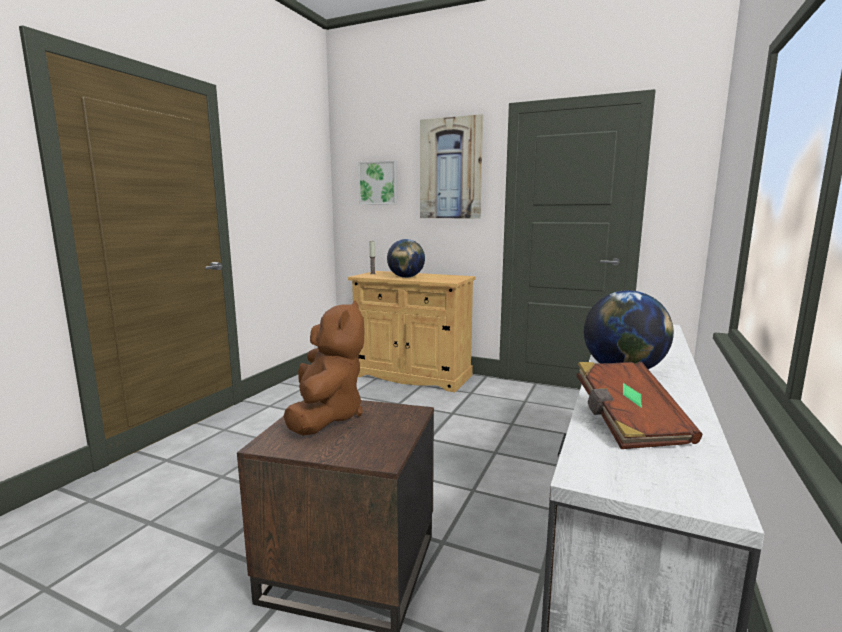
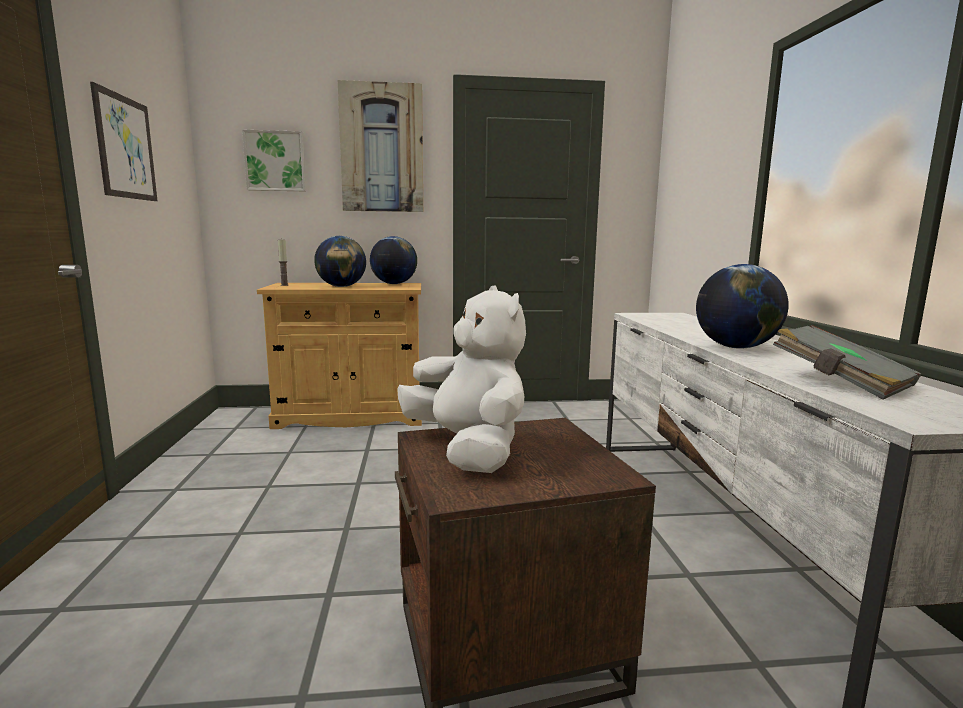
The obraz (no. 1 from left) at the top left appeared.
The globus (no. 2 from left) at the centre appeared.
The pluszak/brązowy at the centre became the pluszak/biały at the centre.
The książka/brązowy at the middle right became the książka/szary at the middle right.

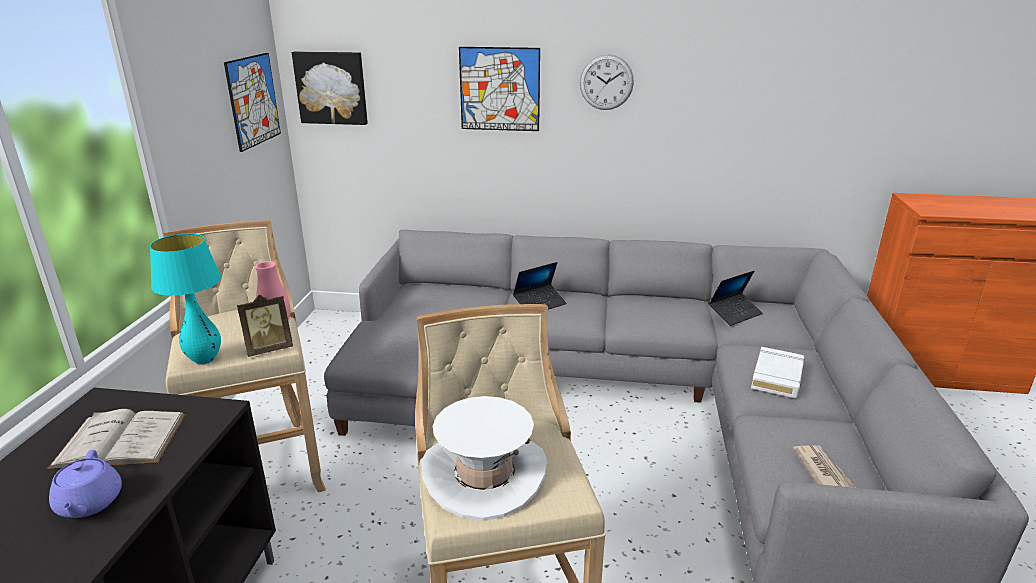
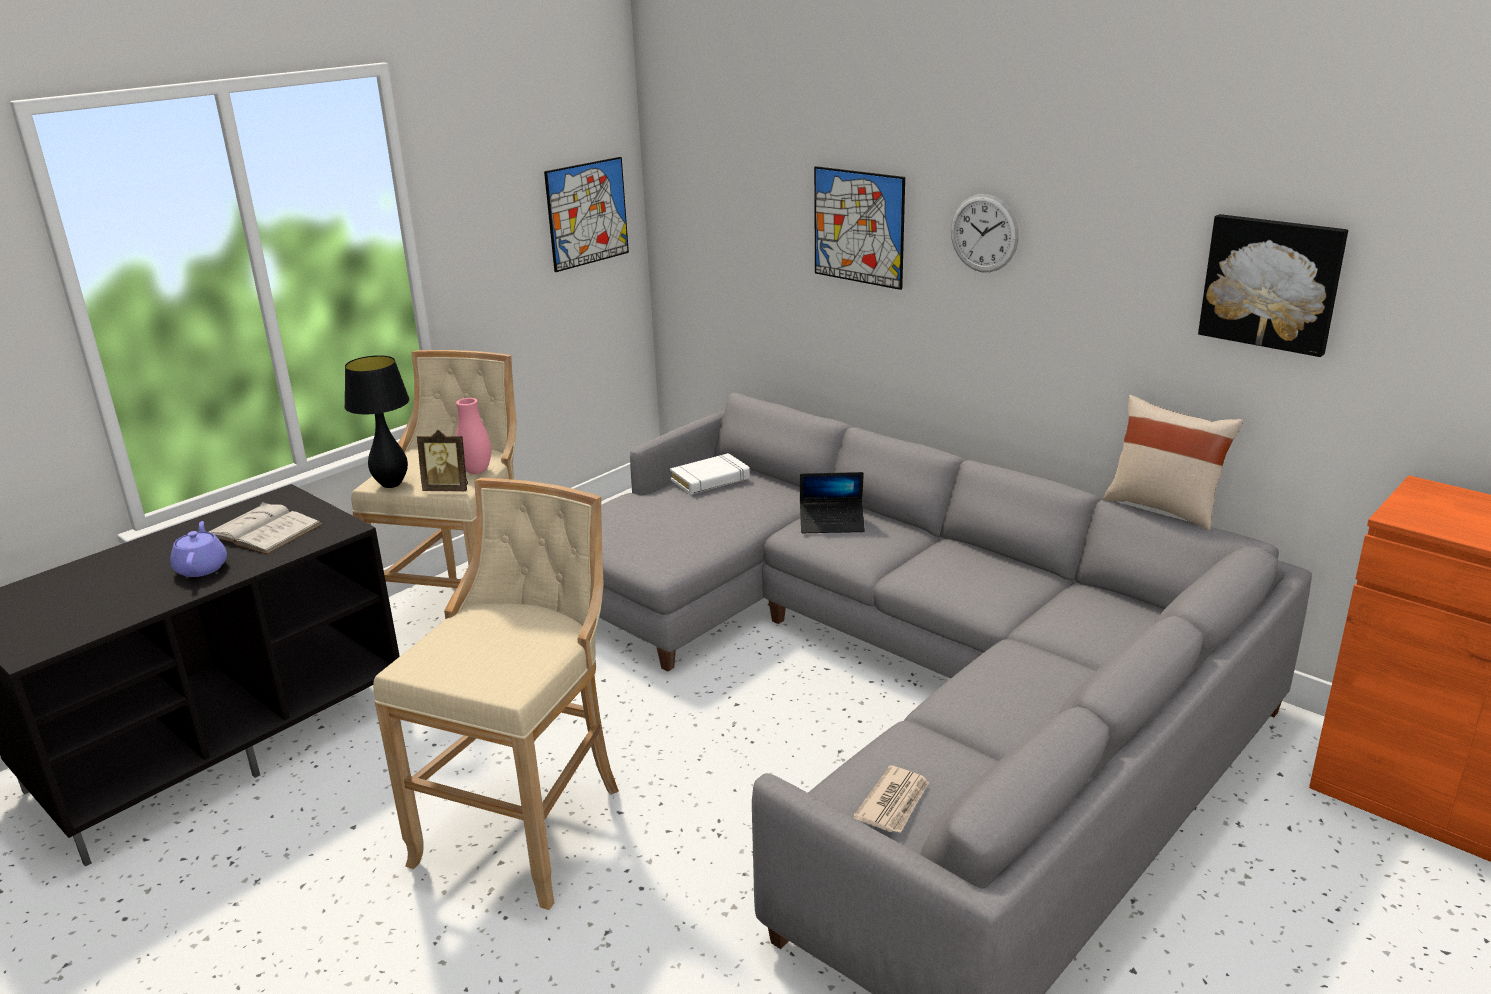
The imbryk/fioletowy at the bottom left turned 150 degrees clockwise.
The lampa stołowa/turkusowy at the middle left became the lampa stołowa/czarny at the middle left.
The książka/biały (no. 2 from left) moved from the middle right to the centre.
The poduszka/beżowy at the middle right appeared.
The obraz (no. 2 from left in the first image) moved from the top left to the top right.
The kapelusz/biały at the bottom centre disappeared.
The laptop (no. 2 from left) at the middle right disappeared.

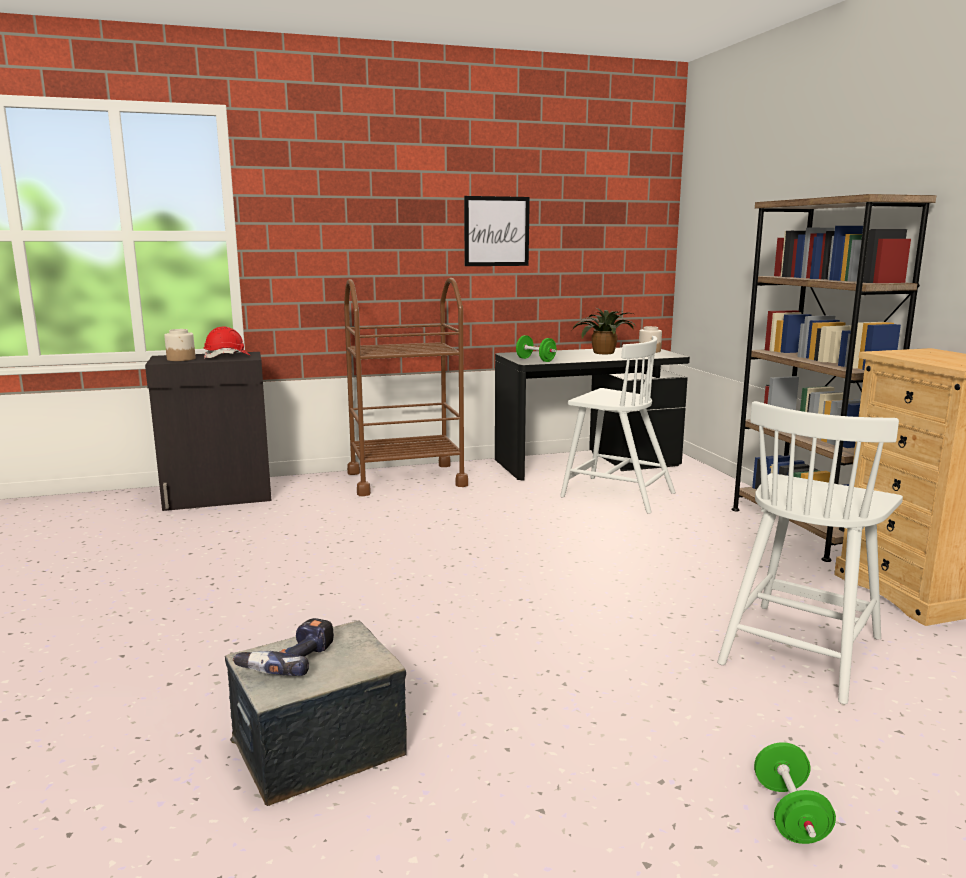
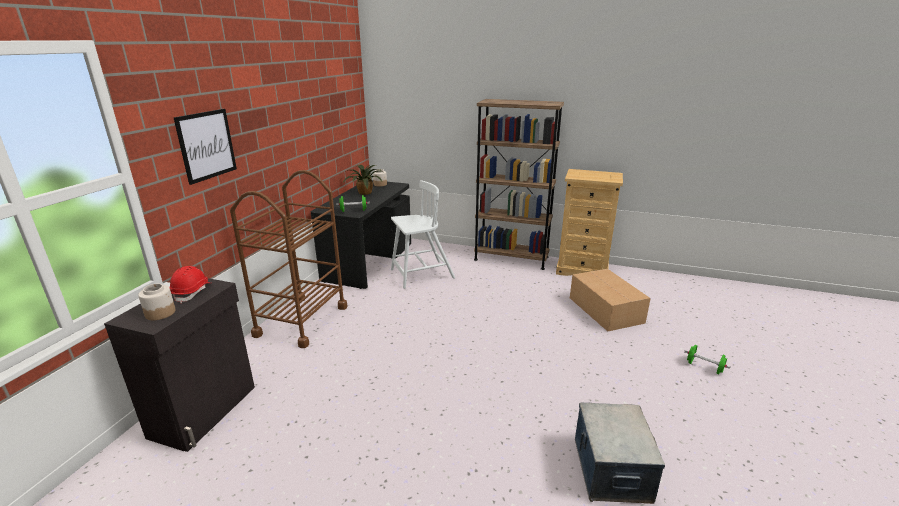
The obraz moved from the top centre to the top left.
The krzesło/biały (no. 2 from left) at the middle right was replaced by the karton at the middle right.
The wiertarka at the bottom left disappeared.

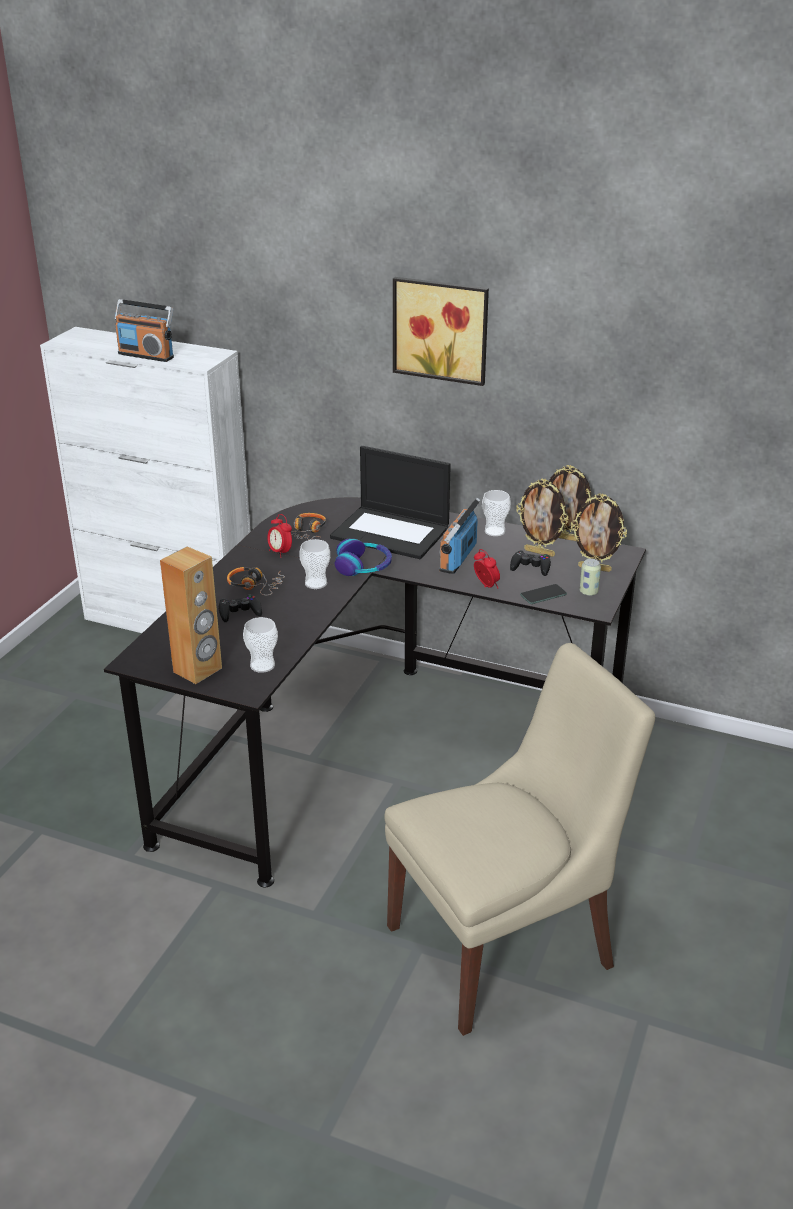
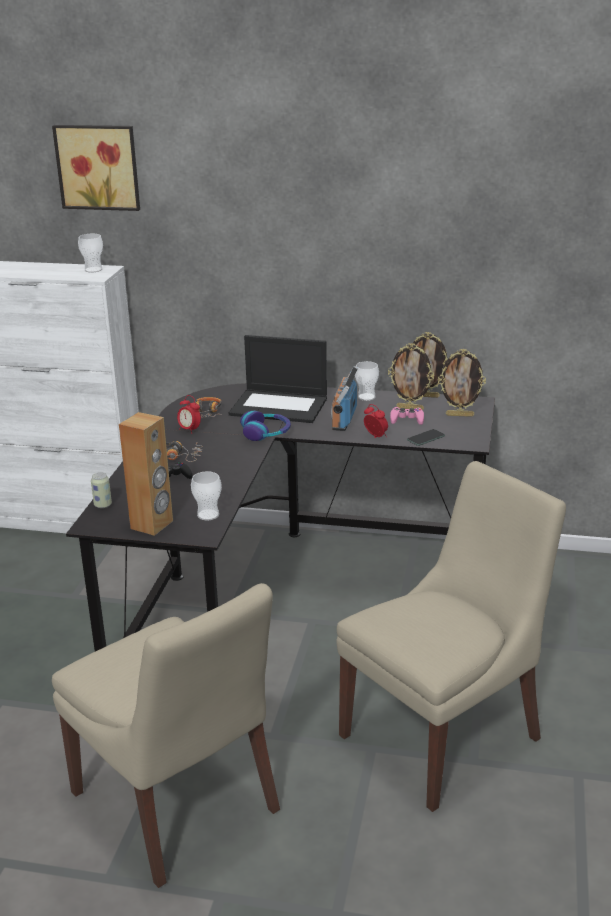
The obraz moved from the top centre to the top left.
The krzesło/beżowy (no. 1 from left) at the bottom left appeared.
The filiżanka (no. 2 from left in the first image) moved from the centre to the top left.
The puszka moved from the middle right to the middle left.
The pad do gier/czarny (no. 2 from left) at the middle right became the pad do gier/różowy at the centre.
The radio (no. 1 from left) at the top left disappeared.

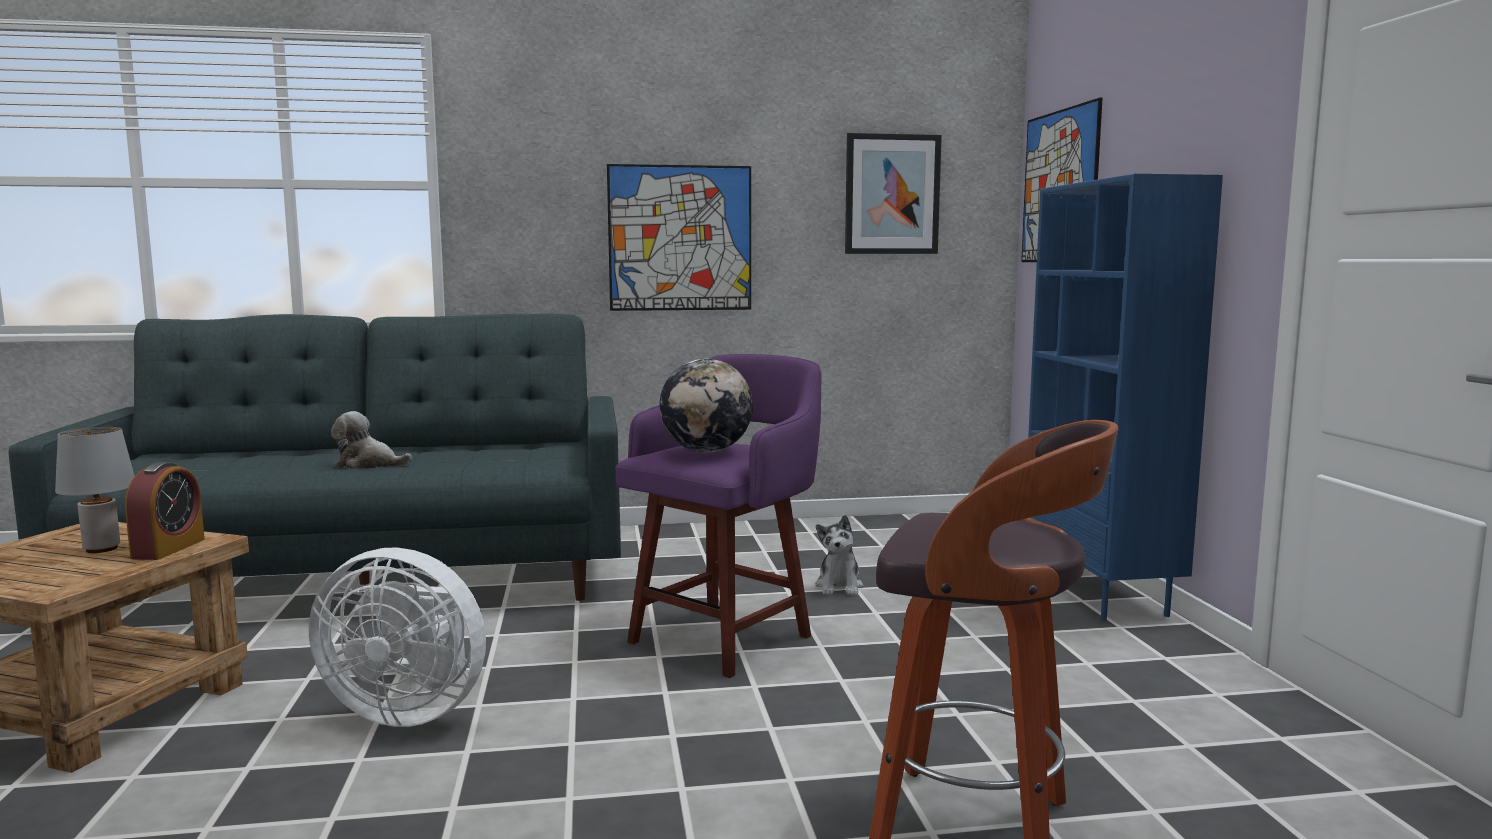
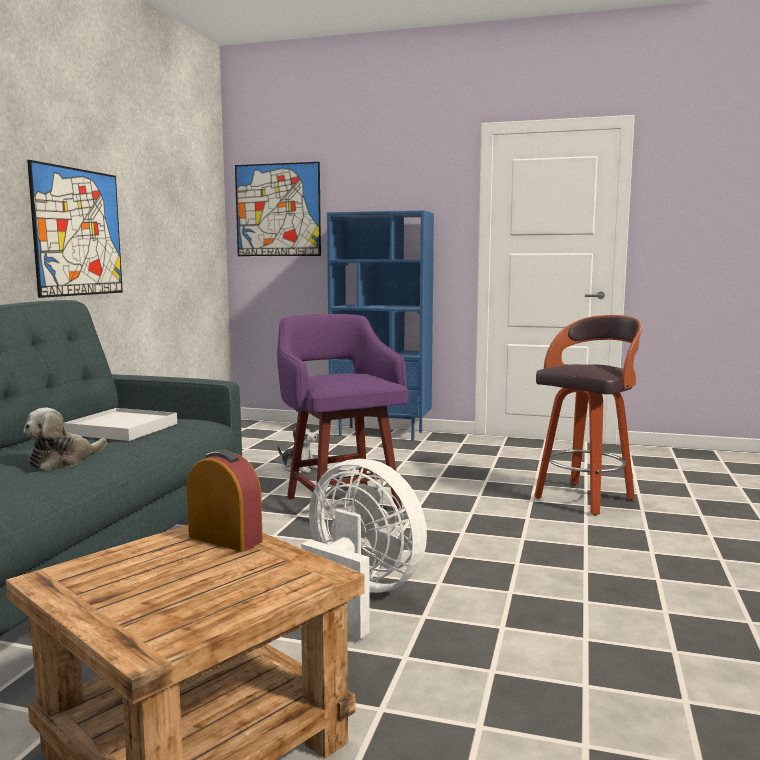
The taca/biały at the middle left appeared.
The wentylator/biały at the bottom left turned 90 degrees counterclockwise.
The lampa stołowa/szary at the middle left disappeared.
The globus at the centre disappeared.
The obraz (no. 2 from left) at the top centre disappeared.

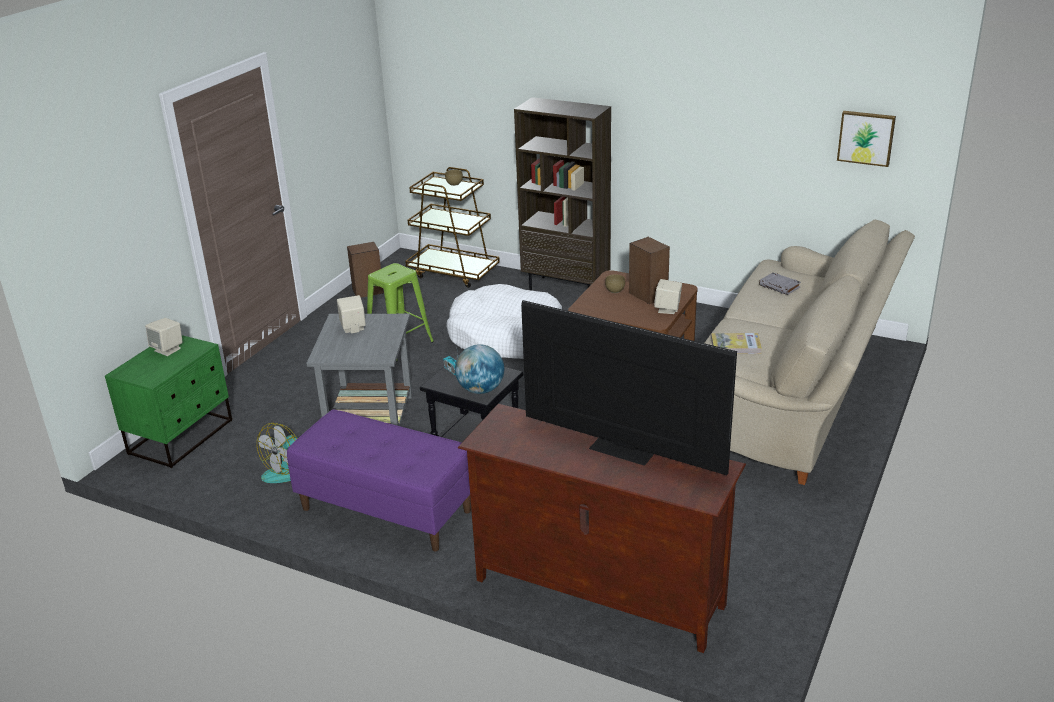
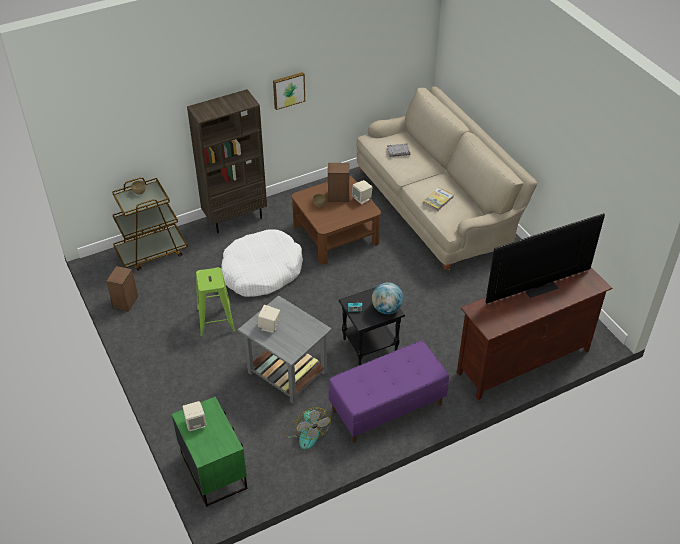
The obraz moved from the top right to the top centre.

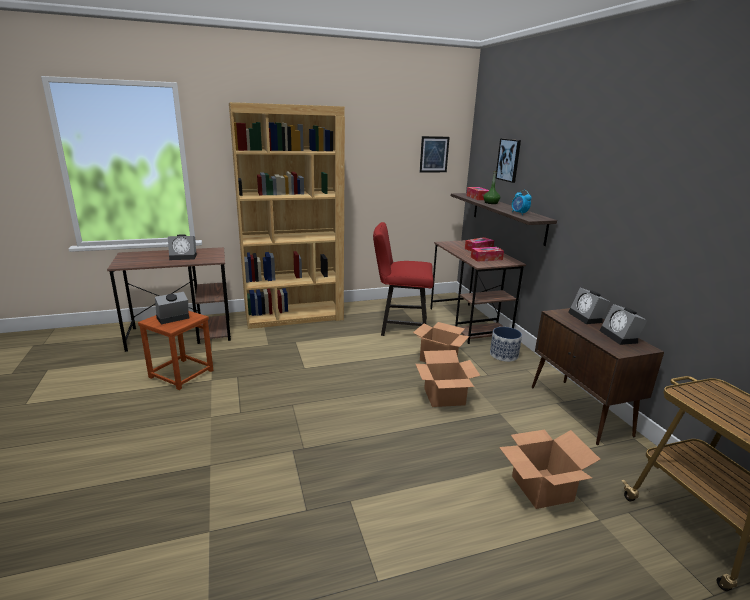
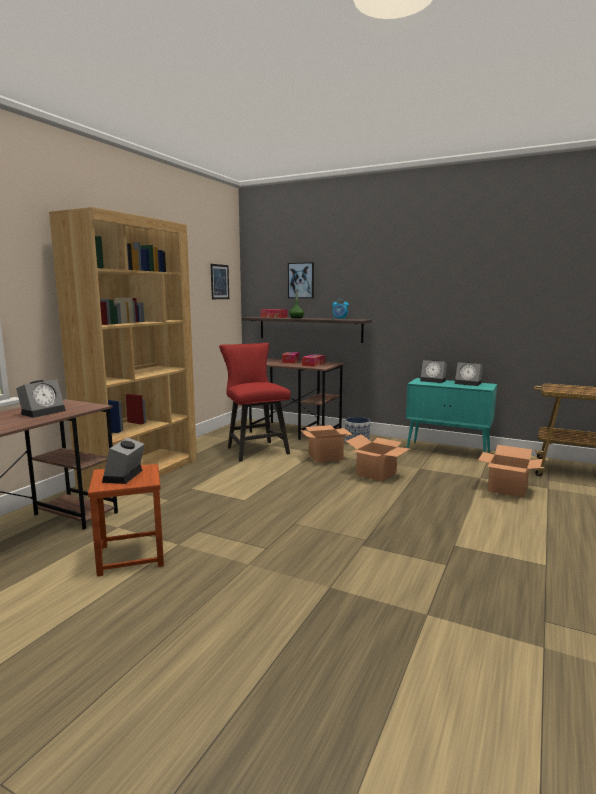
The krzesło/czerwony at the centre turned 105 degrees clockwise.
The szafka/brązowy at the middle right became the szafka/turkusowy at the middle right.

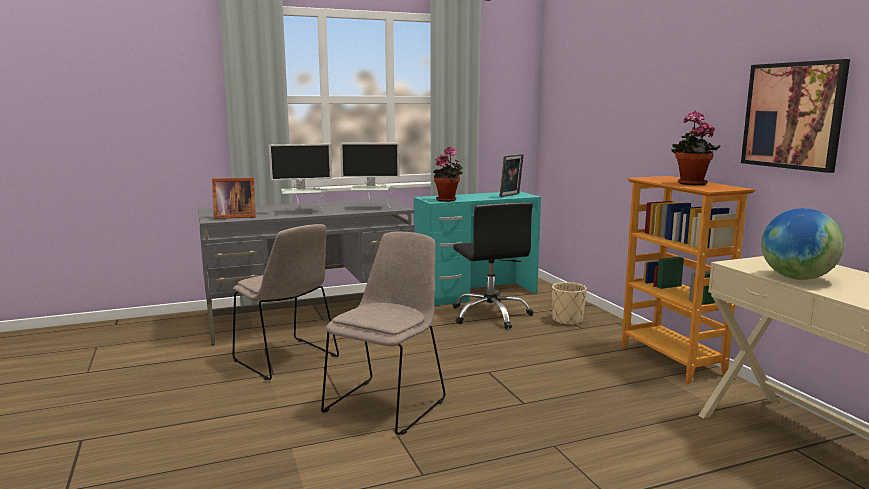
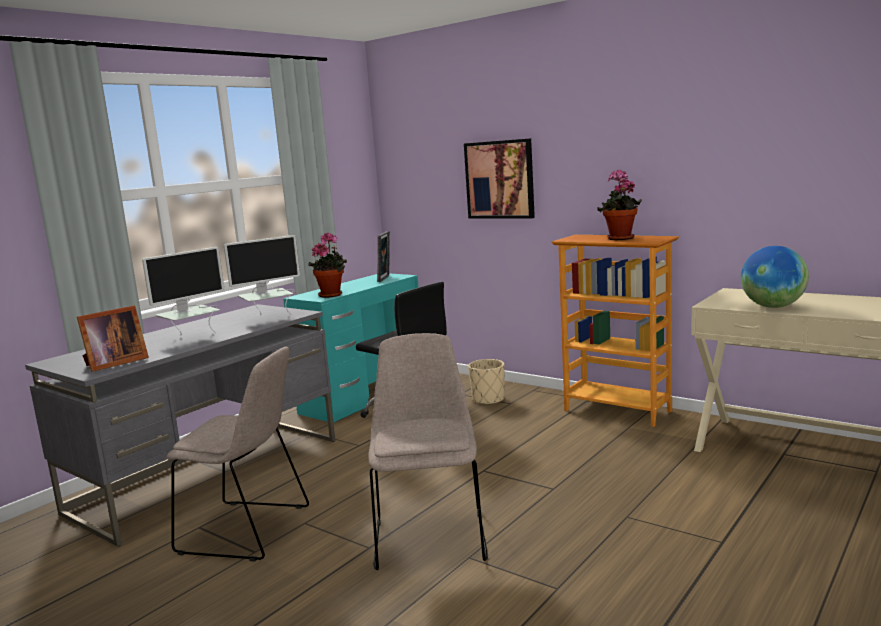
The obraz moved from the top right to the top centre.

